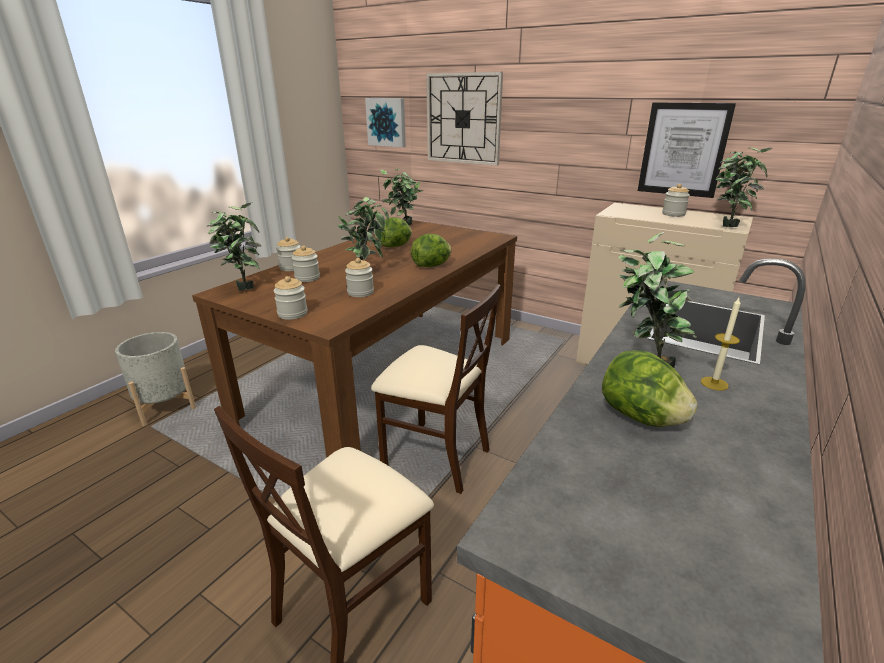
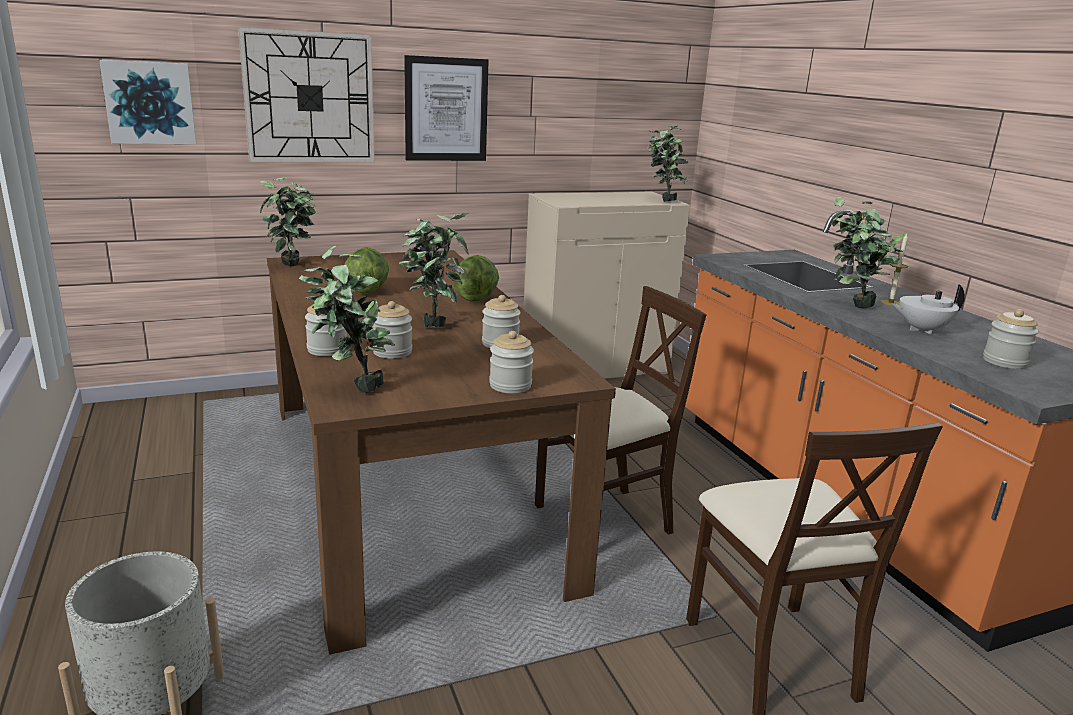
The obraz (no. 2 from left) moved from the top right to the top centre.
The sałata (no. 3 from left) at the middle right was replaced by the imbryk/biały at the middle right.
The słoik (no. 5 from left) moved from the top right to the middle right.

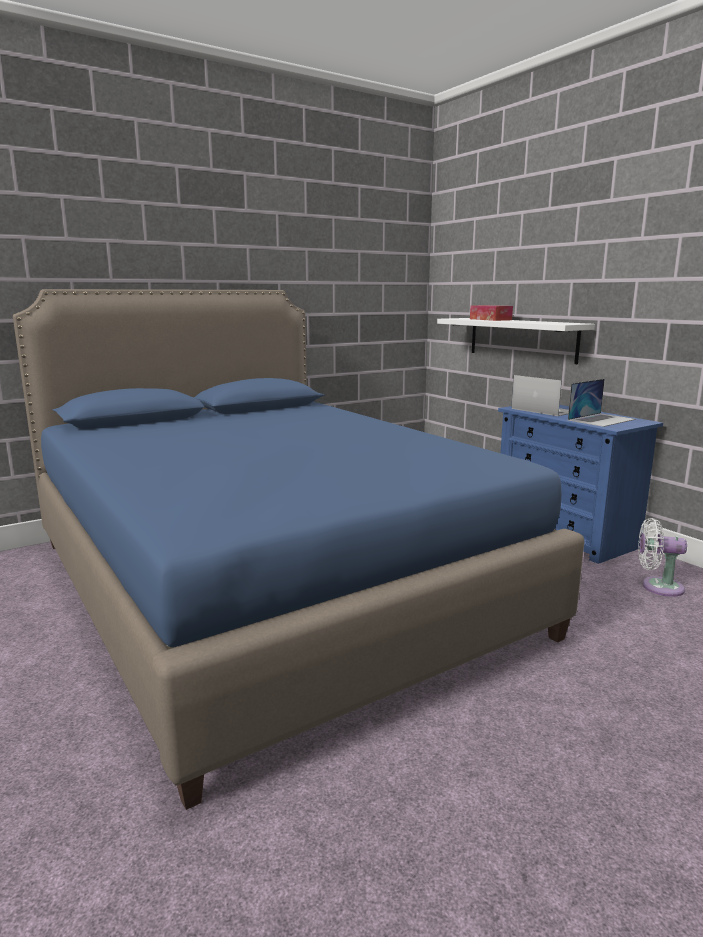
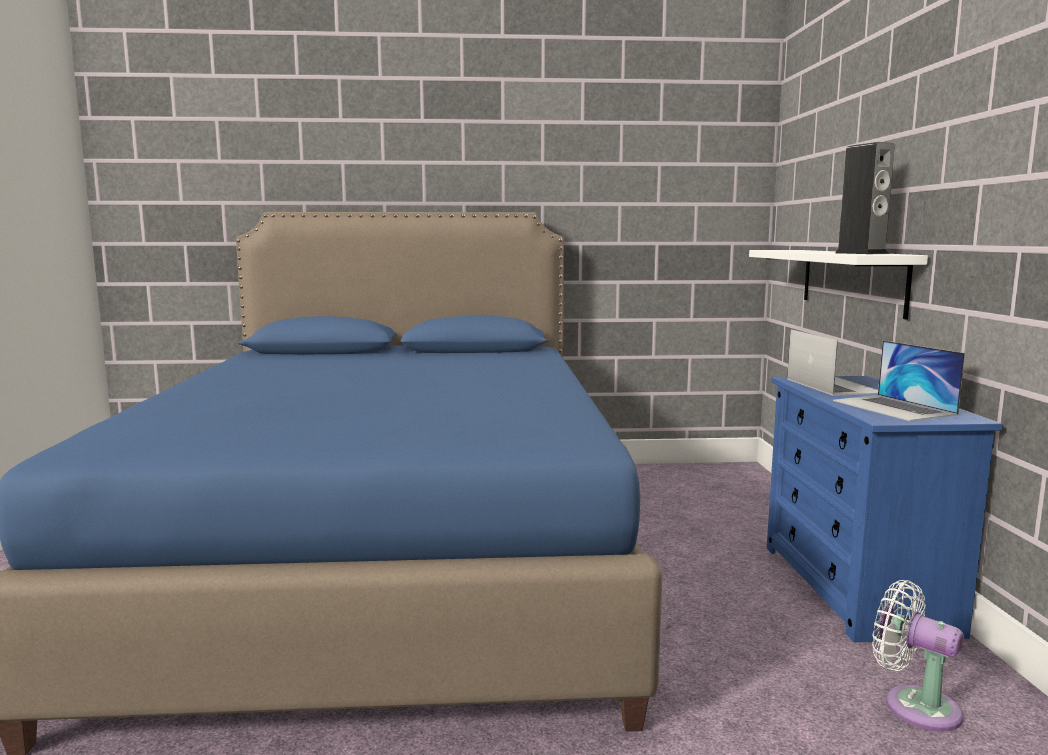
The laptop (no. 2 from left) at the middle right turned 75 degrees clockwise.
The głośnik at the top right appeared.
The pudełko chusteczek at the middle right disappeared.

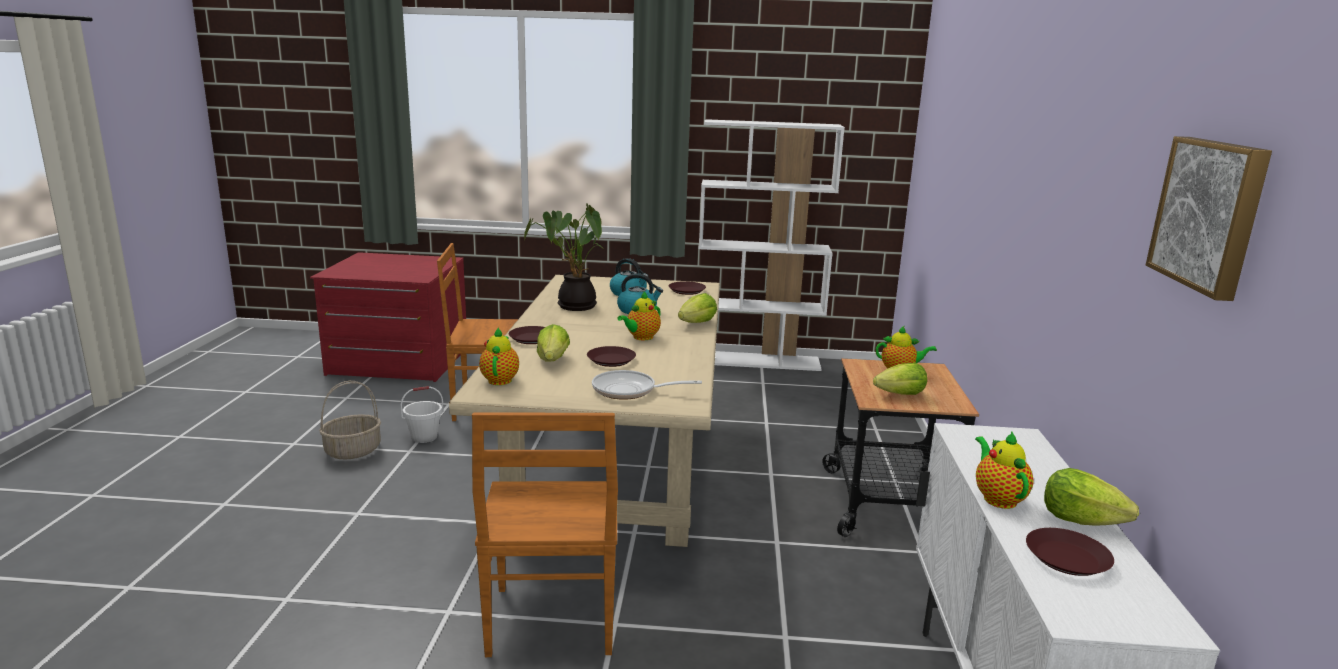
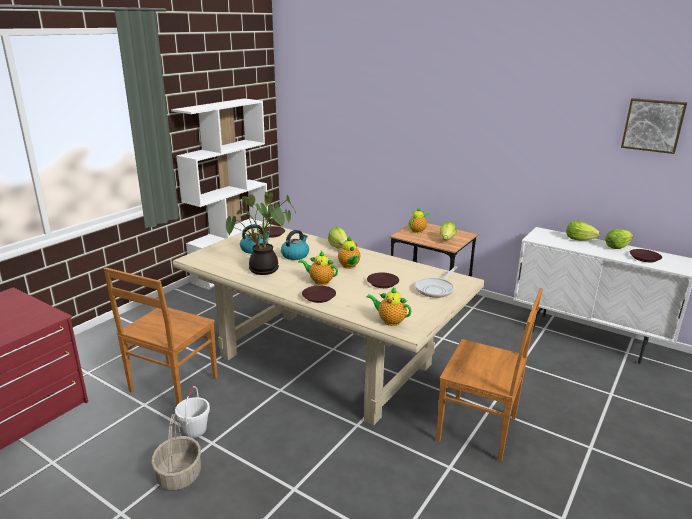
The imbryk (no. 4 from left in the first image) moved from the bottom right to the centre.
The sałata (no. 1 from left in the first image) moved from the centre to the middle right.

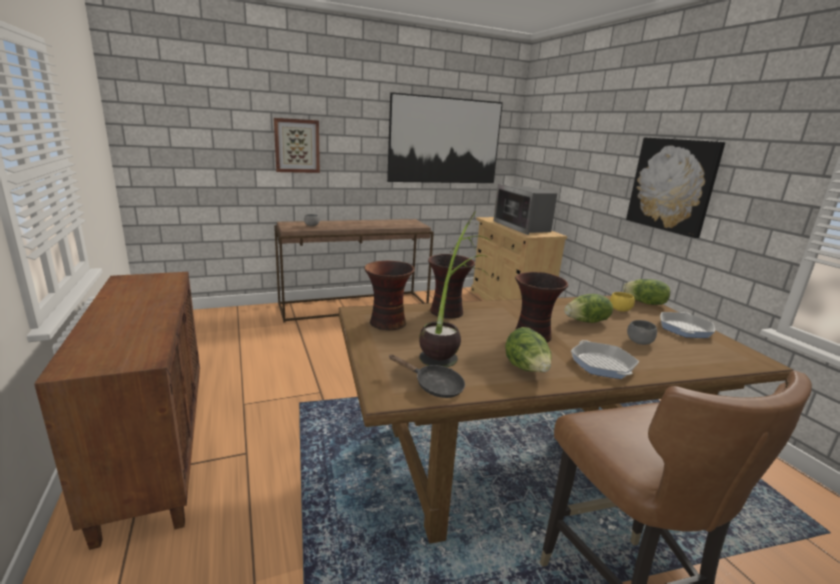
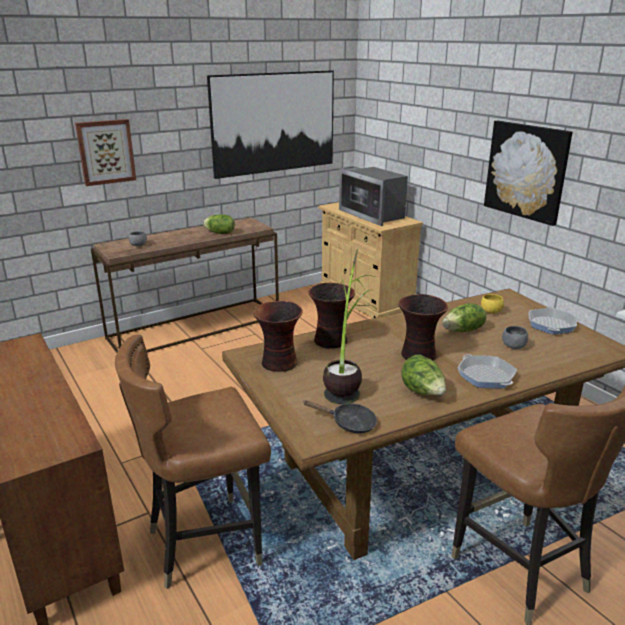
The krzesło/brązowy (no. 1 from left) at the bottom left appeared.
The sałata (no. 3 from left in the first image) moved from the middle right to the centre.

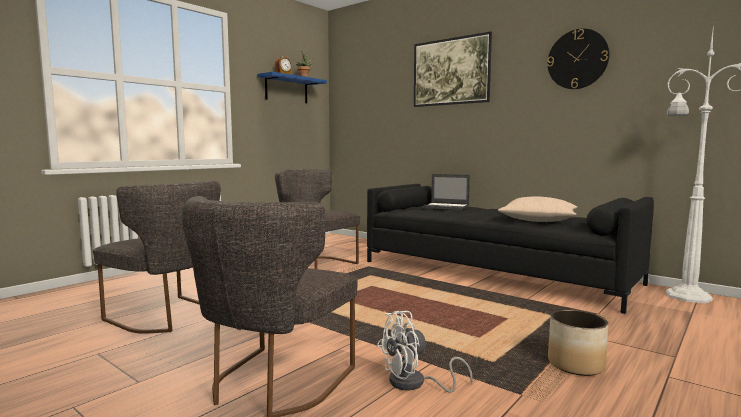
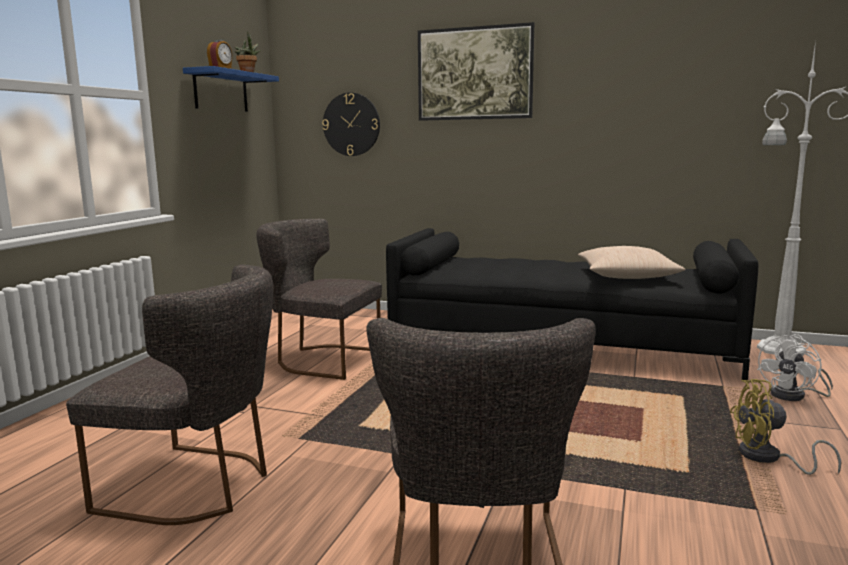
The zegar ścienny moved from the top right to the top centre.
The donica at the bottom right was replaced by the wentylator/żółty at the bottom right.
The wentylator/biały moved from the bottom centre to the middle right.
The laptop at the centre disappeared.

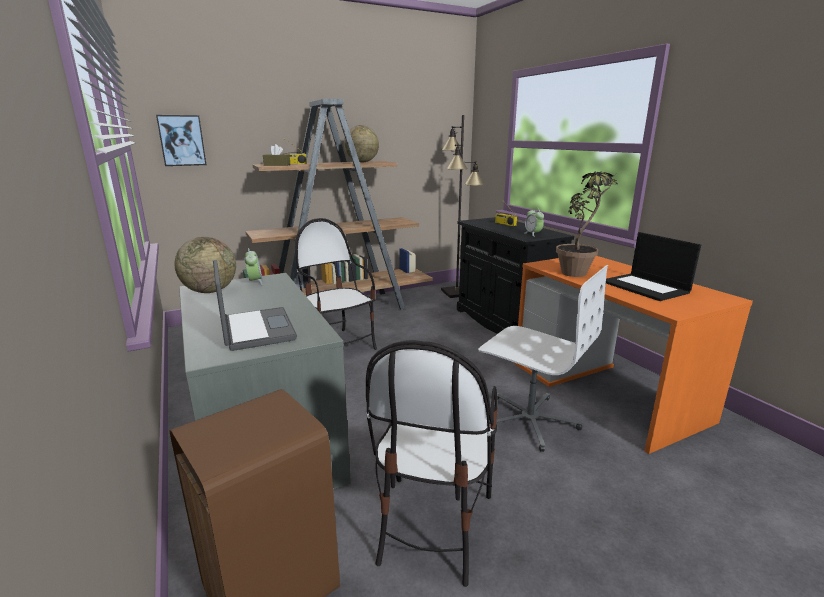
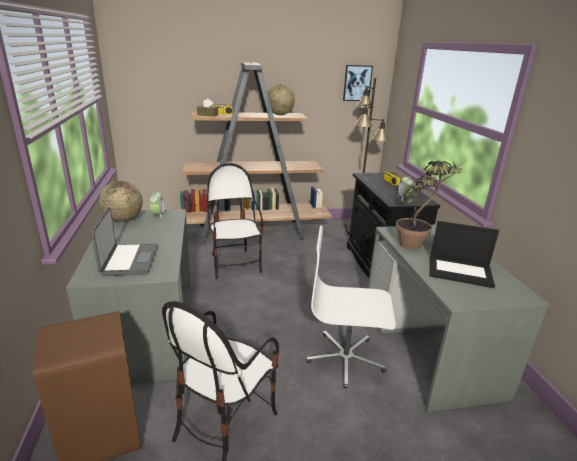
The krzesło biurowe/biały at the centre turned 135 degrees clockwise.
The obraz moved from the top left to the top centre.
The biurko/pomarańczowy at the middle right became the biurko/szary (no. 2 from left) at the bottom right.
The laptop (no. 2 from left) at the middle right turned 60 degrees counterclockwise.

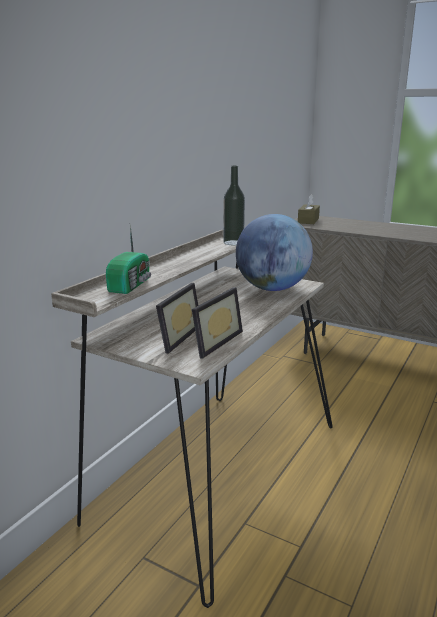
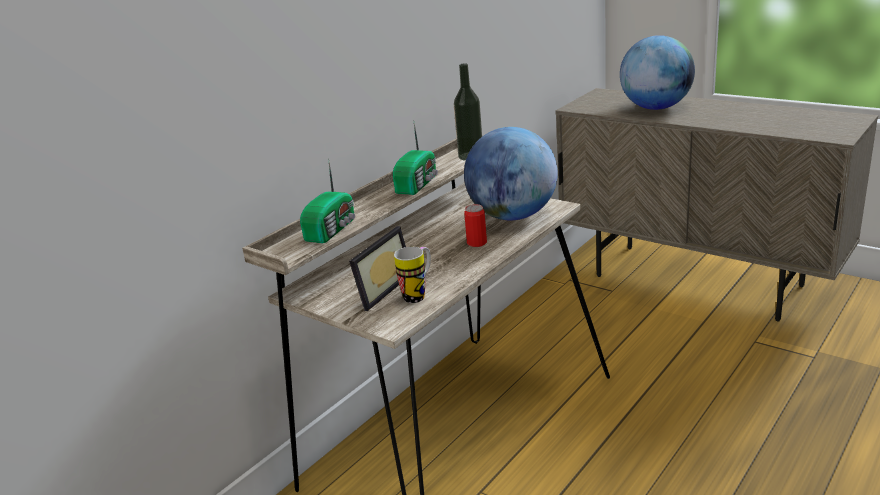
The radio (no. 2 from left) at the top centre appeared.
The ramka na zdjęcie (no. 2 from left) at the centre was replaced by the kubek at the centre.
The puszka at the centre appeared.
The globus (no. 2 from left) at the top right appeared.
The pudełko chusteczek/brązowy at the middle right disappeared.

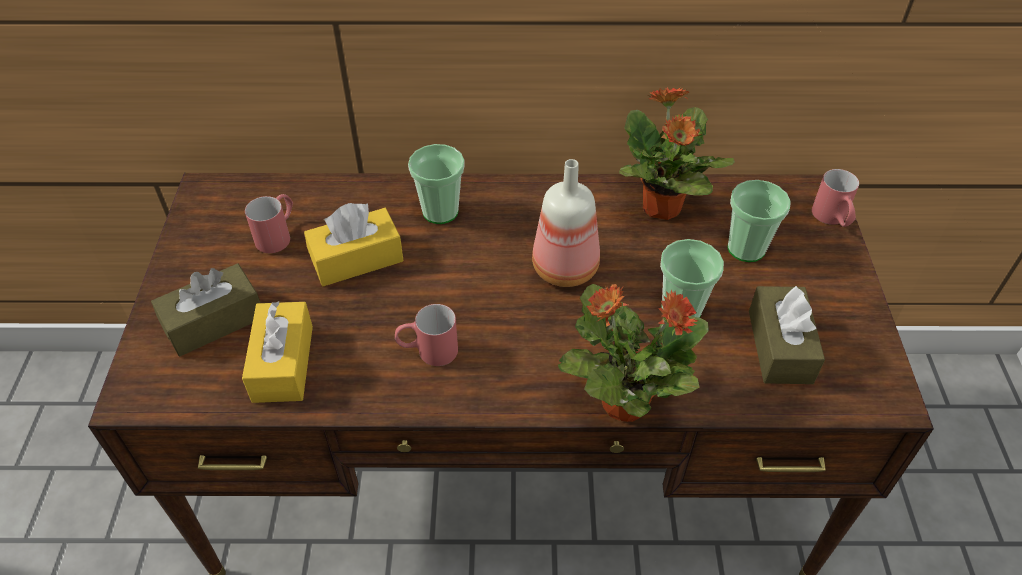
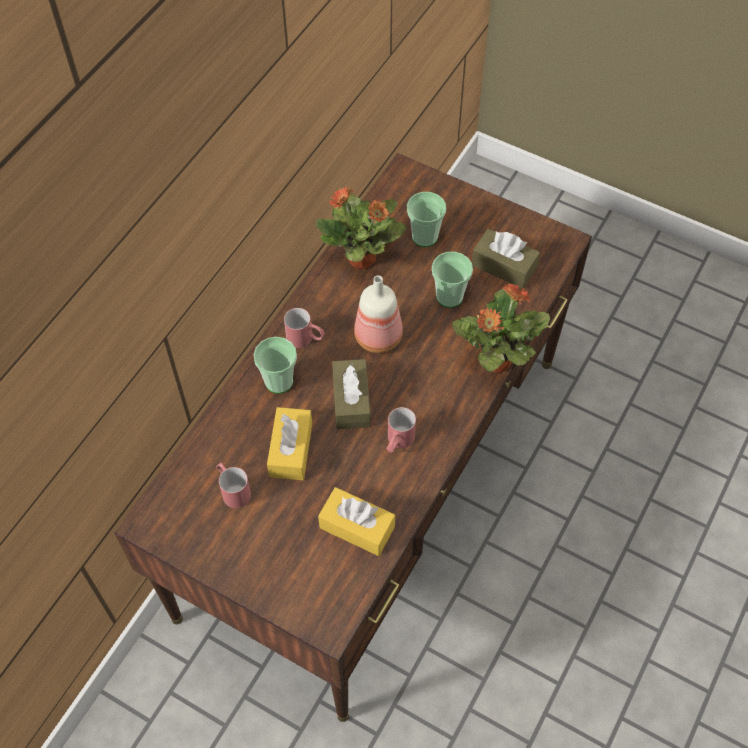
The kubek/czerwony (no. 3 from left in the first image) moved from the middle right to the centre.
The pudełko chusteczek/brązowy (no. 1 from left) moved from the middle left to the centre.

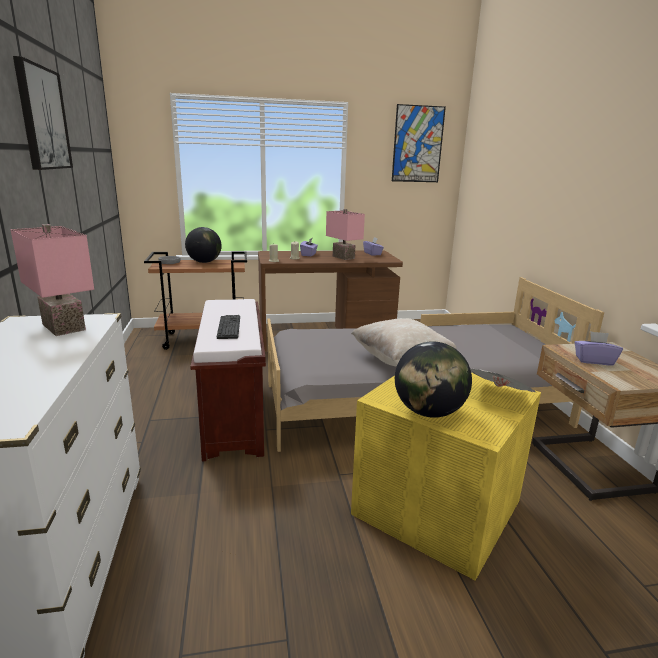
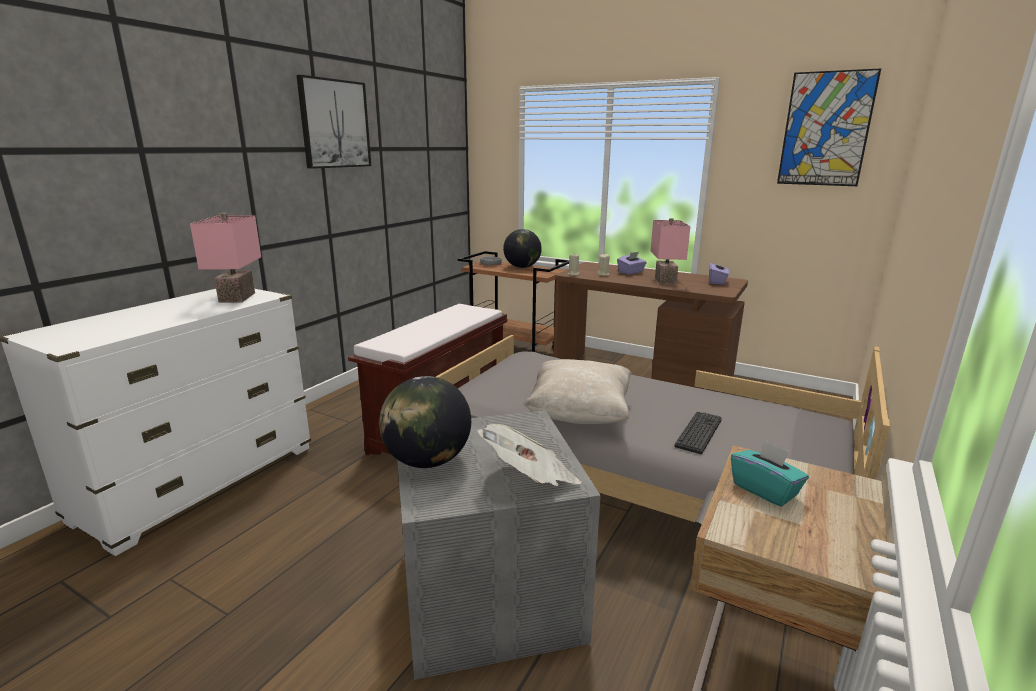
The pojemnik do przechowywania/żółty at the bottom right became the pojemnik do przechowywania/szary at the bottom centre.
The klawiatura moved from the centre to the middle right.
The pudełko chusteczek/fioletowy (no. 3 from left) at the middle right became the pudełko chusteczek/turkusowy at the bottom right.

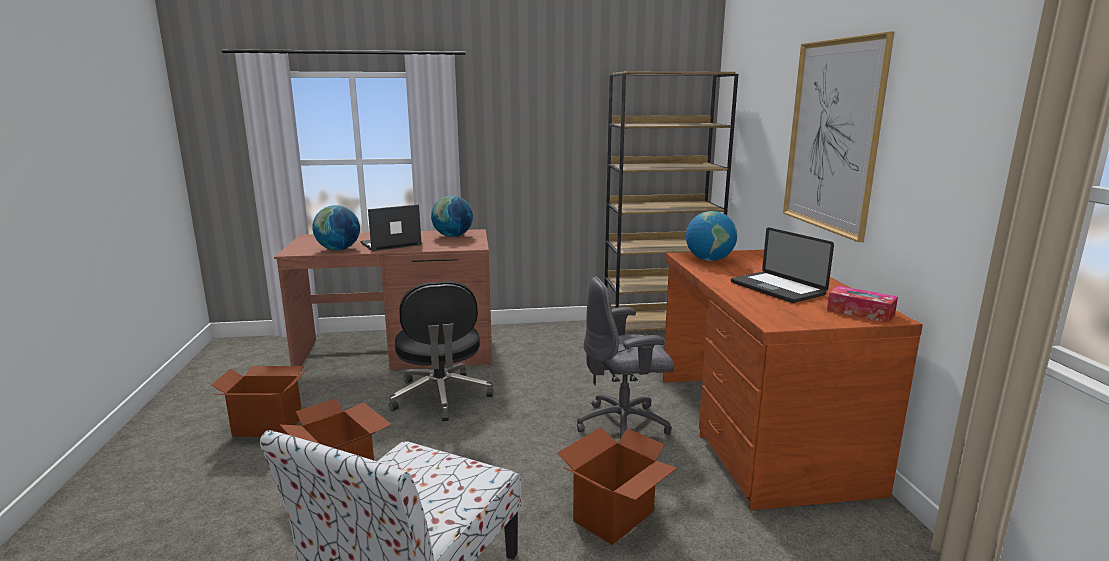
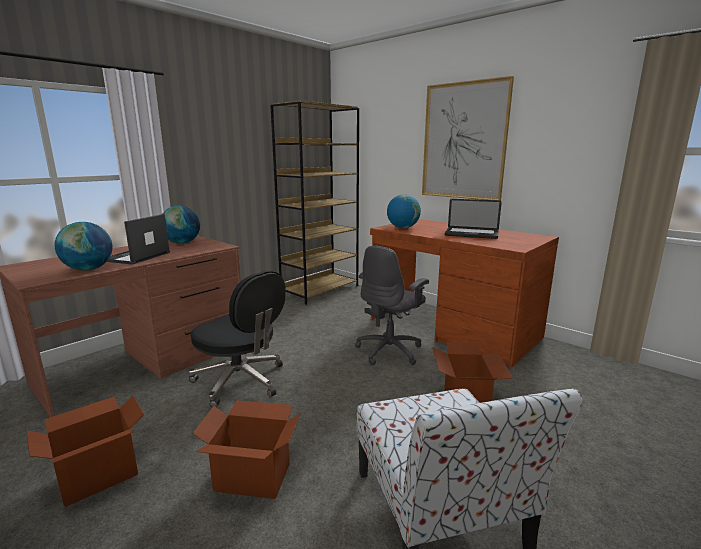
The pudełko chusteczek at the middle right disappeared.

